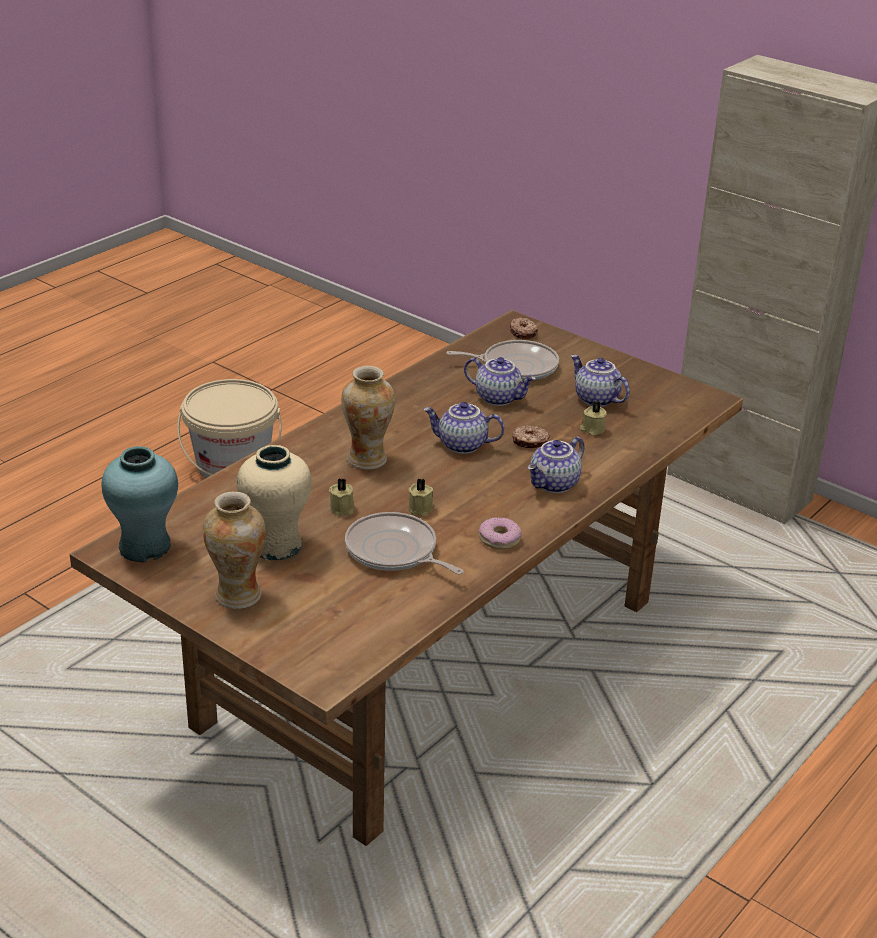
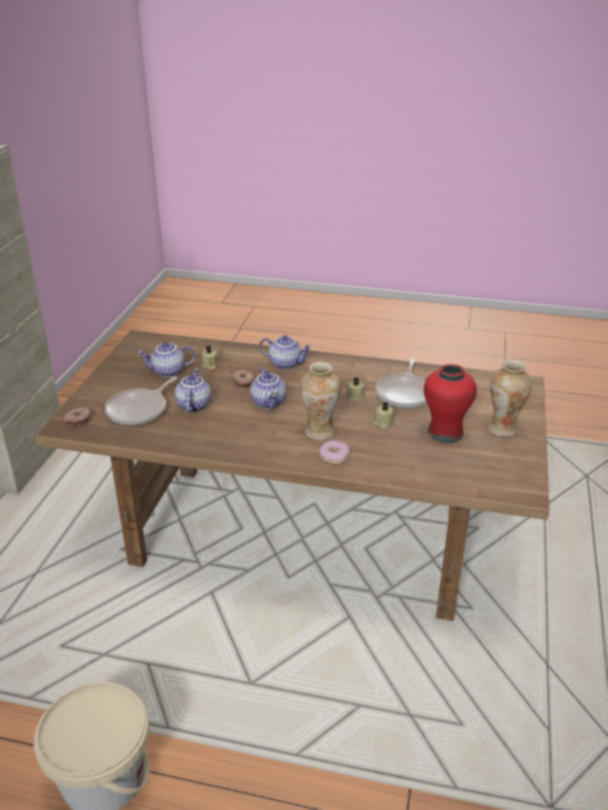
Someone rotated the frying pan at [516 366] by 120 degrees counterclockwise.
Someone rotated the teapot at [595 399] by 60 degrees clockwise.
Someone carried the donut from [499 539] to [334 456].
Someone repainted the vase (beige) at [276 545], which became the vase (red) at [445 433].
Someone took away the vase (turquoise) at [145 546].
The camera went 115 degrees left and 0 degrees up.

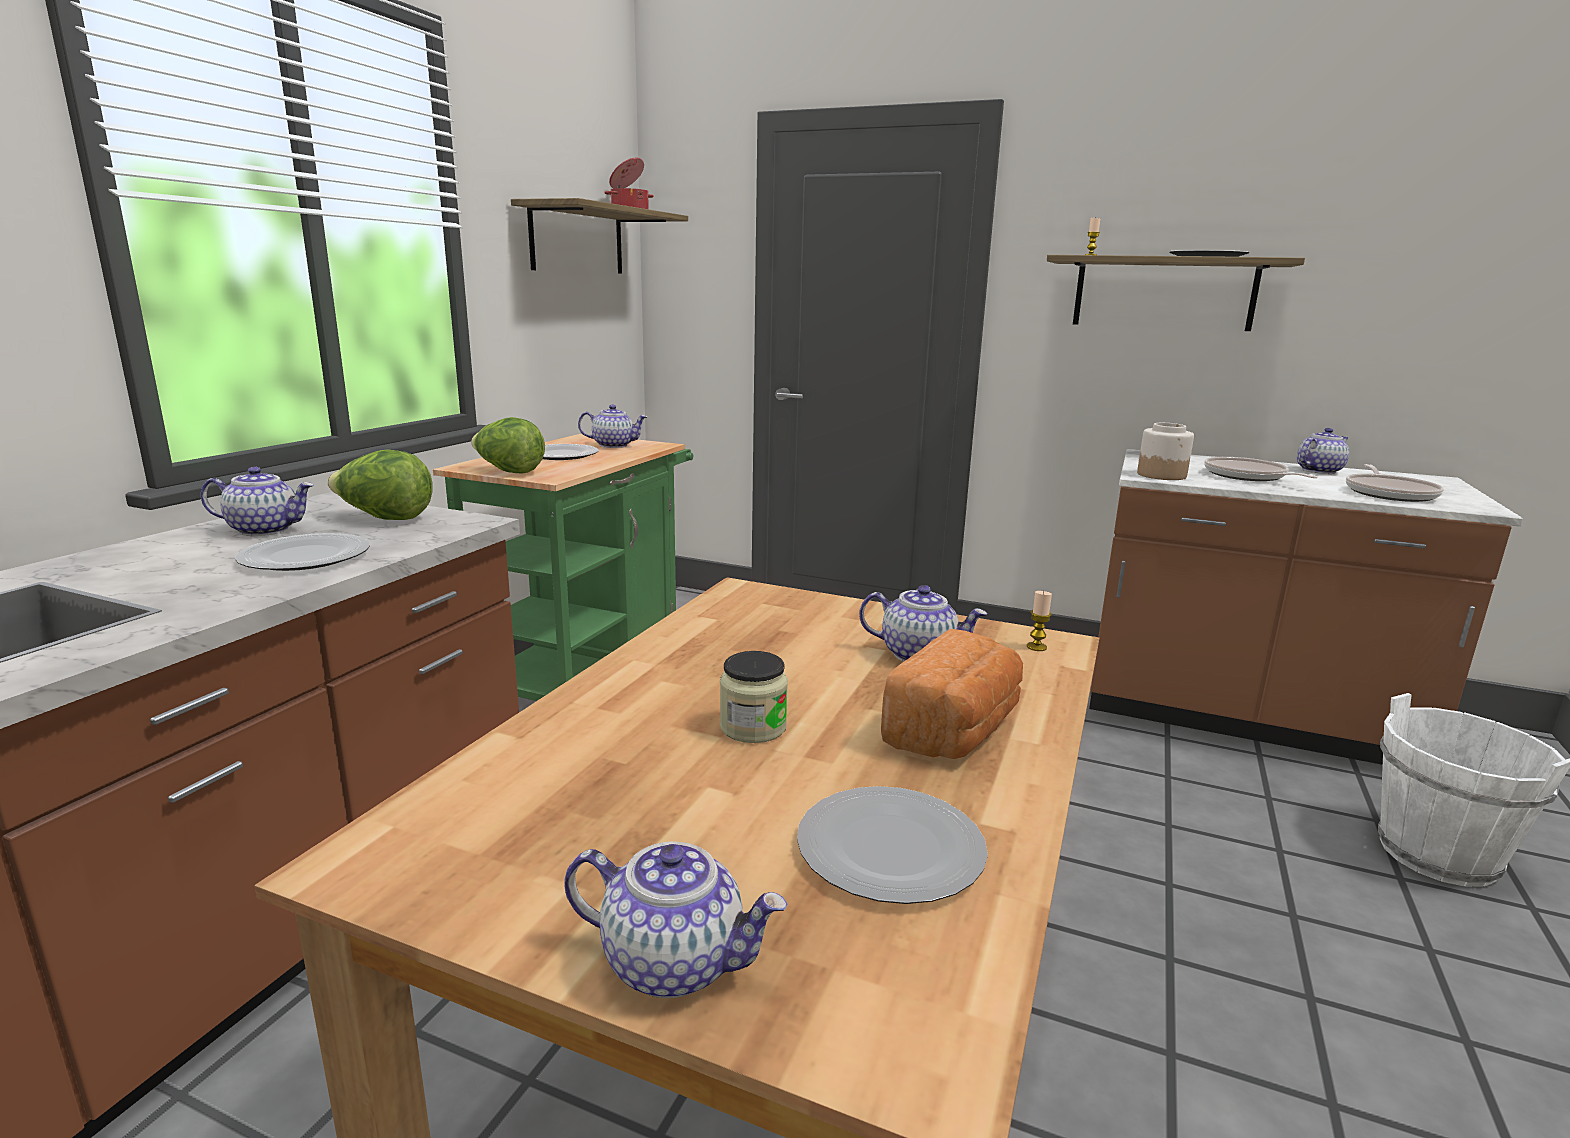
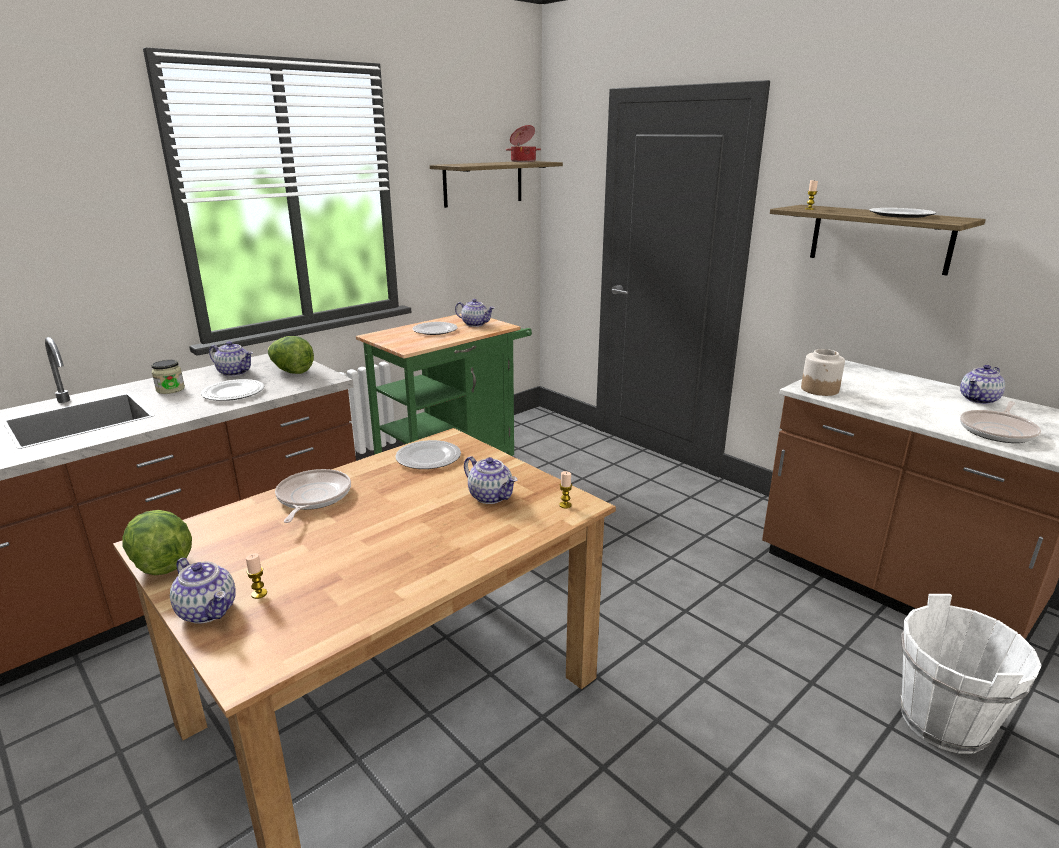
Someone carried the lettuce from [509 472] to [161 563].
Someone carried the jar from [753 727] to [170 389].
Someone put down the candle at [259 594].
Someone carried the frying pan from [1247 476] to [312 498].
Someone carried the plate from [890 847] to [429 457].
Someone rotated the teapot at [1318 471] by 150 degrees clockwise.
Someone took away the bread at [955 731].
The camera went 25 degrees right and 5 degrees up.

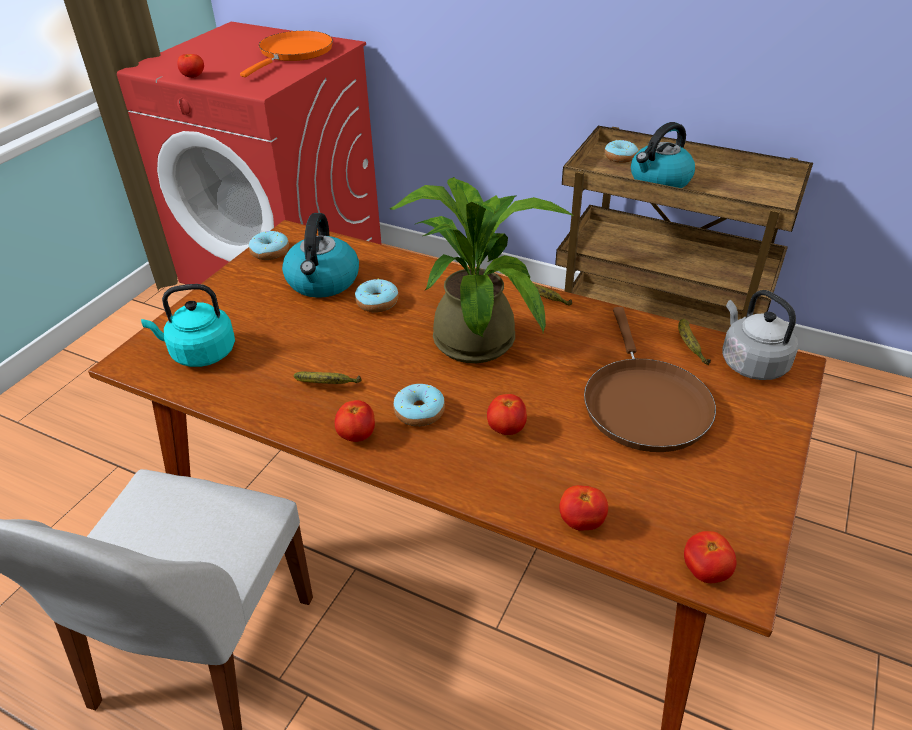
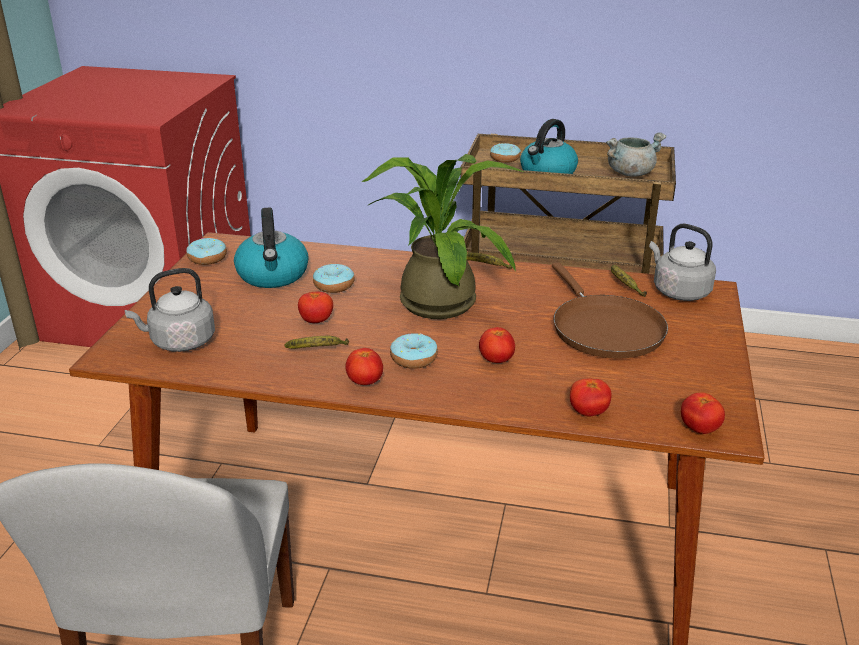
Someone repainted the kettle (turquoise) at [200 353], which became the kettle (grey) at [179 342].
Someone carried the tomato from [193 77] to [316 321].
Someone put down the cooking pot (grey) at [630 173].
Someone took away the frying pan (orange) at [293 53].
The camera went 15 degrees left and 10 degrees down.

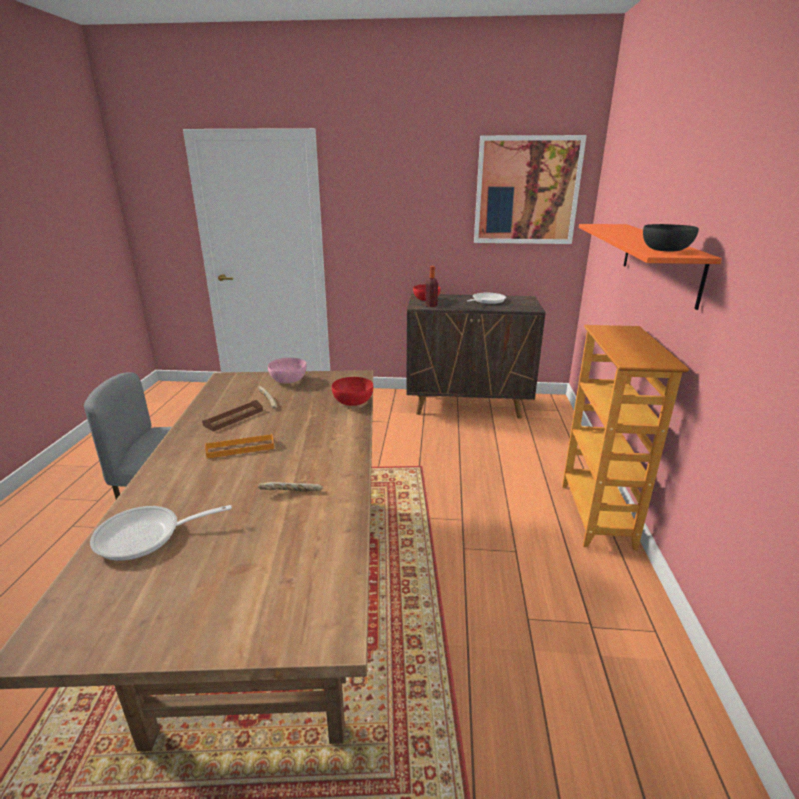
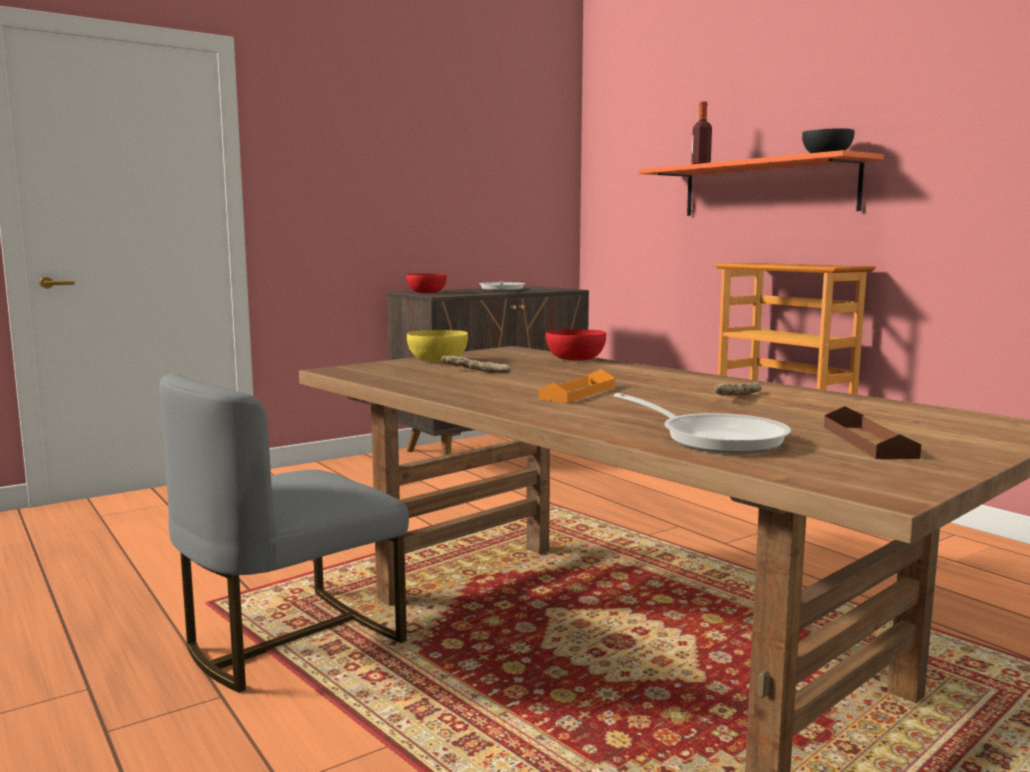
Someone repainted the bowl (pink) at [289 380], which became the bowl (yellow) at [437 360].
Someone rotated the frying pan at [146 536] by 75 degrees counterclockwise.
Someone carried the bottle from [431 306] to [700 164].
Someone carried the tray (brown) from [233 418] to [868 441].
Someone took away the picture at [526 191].
The camera went 40 degrees left and 15 degrees down.

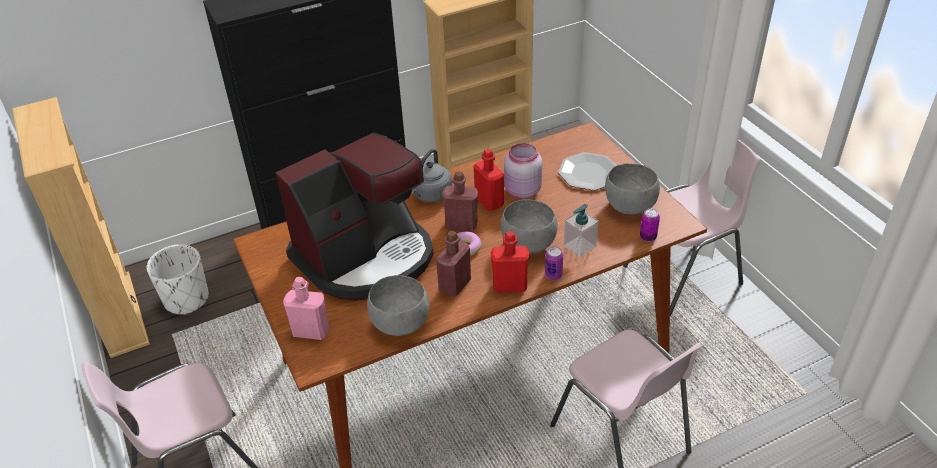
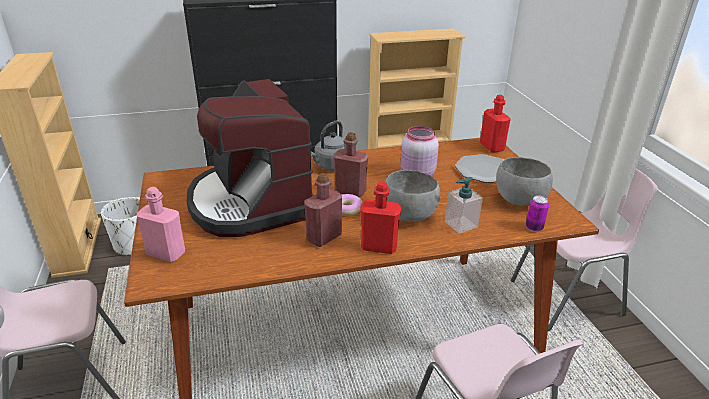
Someone rotated the coffee machine at [366 257] by 90 degrees clockwise.
Someone carried the bottle (red) from [489 202] to [492 147].
Someone took away the bowl (grey) at [399 323].
Someone took away the can at [553 275].
The camera went 10 degrees right and 10 degrees down.

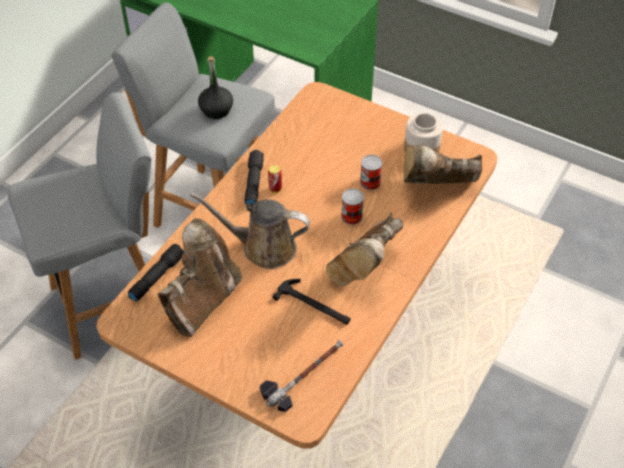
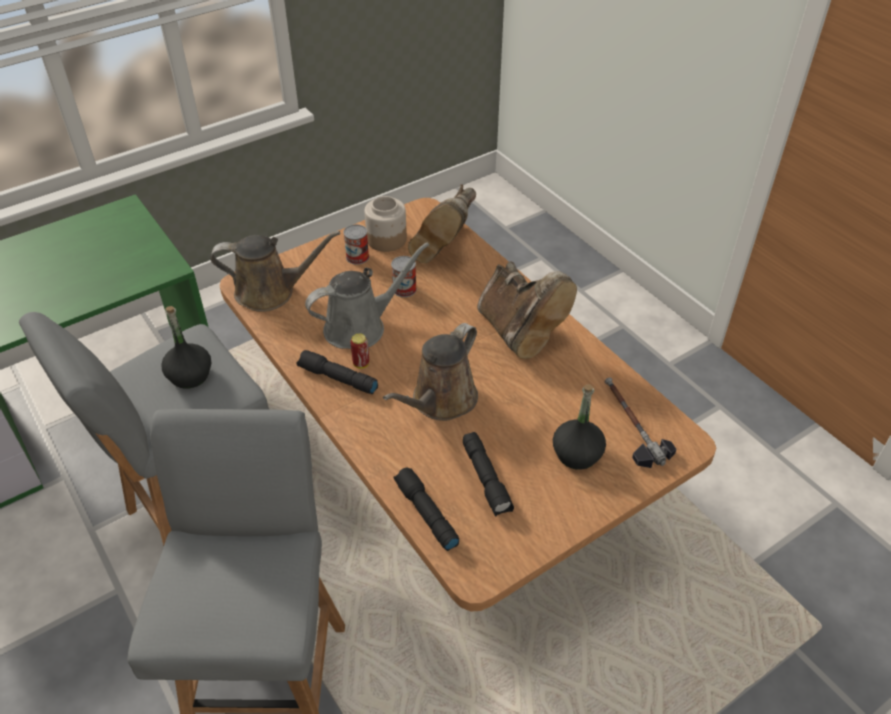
Someone put down the watering can (brown) at [271 292].
Someone put down the watering can (grey) at [360 327].
Someone carried the can from [351 216] to [357 257].
Someone swapped the boot (brown) at [203 300] for the flashlight (black) at [487 479].
Someone put down the bottle (black) at [576 454].
Someone took away the hammer at [314 305].
The camera went 65 degrees left and 5 degrees down.

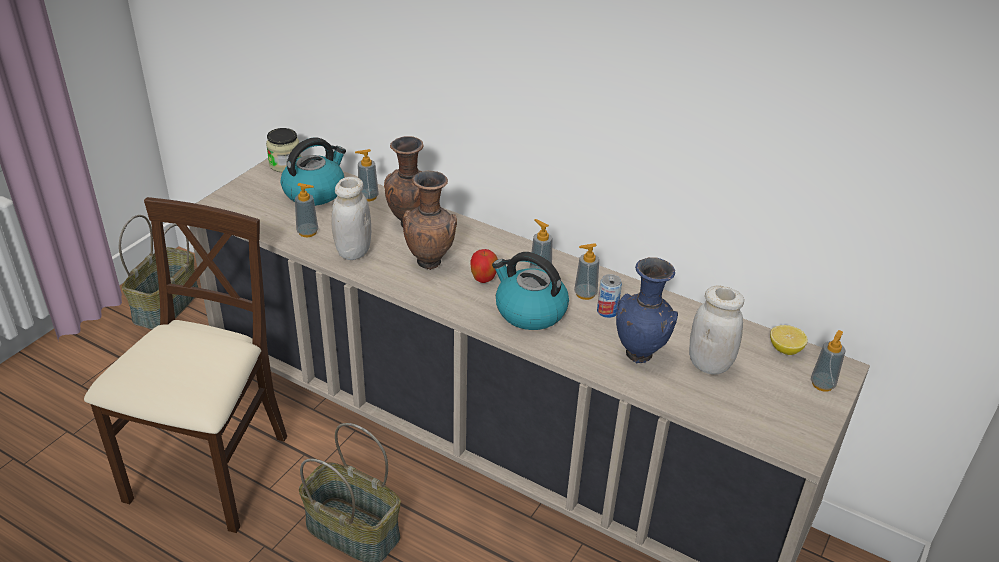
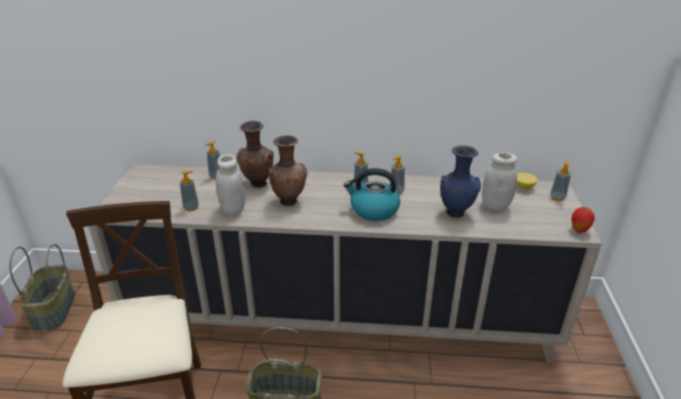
Someone carried the apple from [483 280] to [579 230].
Someone took away the jar at [285 164].
Someone took away the kettle at [315 191].
Someone took away the can at [607 311].
The camera went 25 degrees left and 5 degrees down.

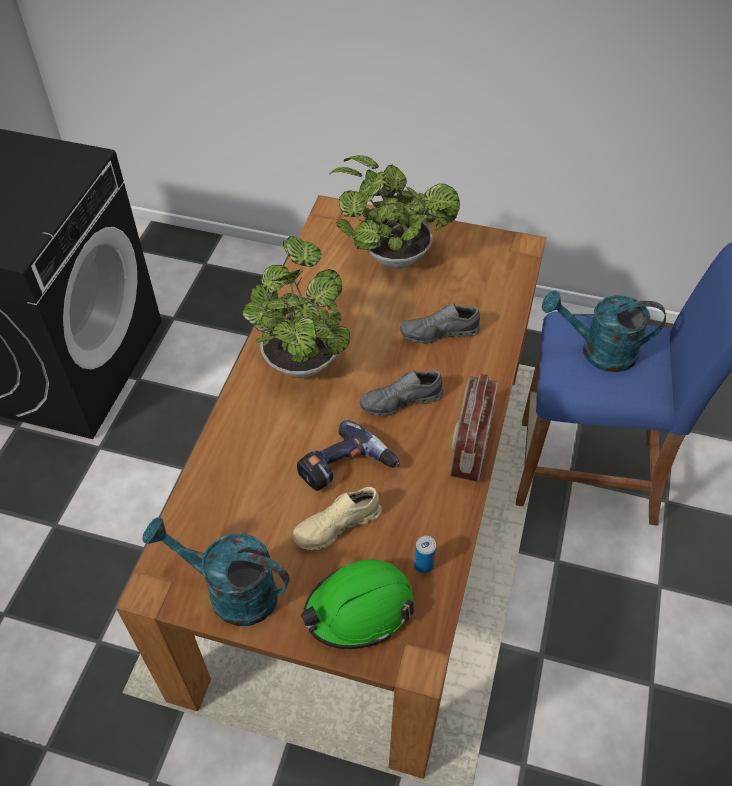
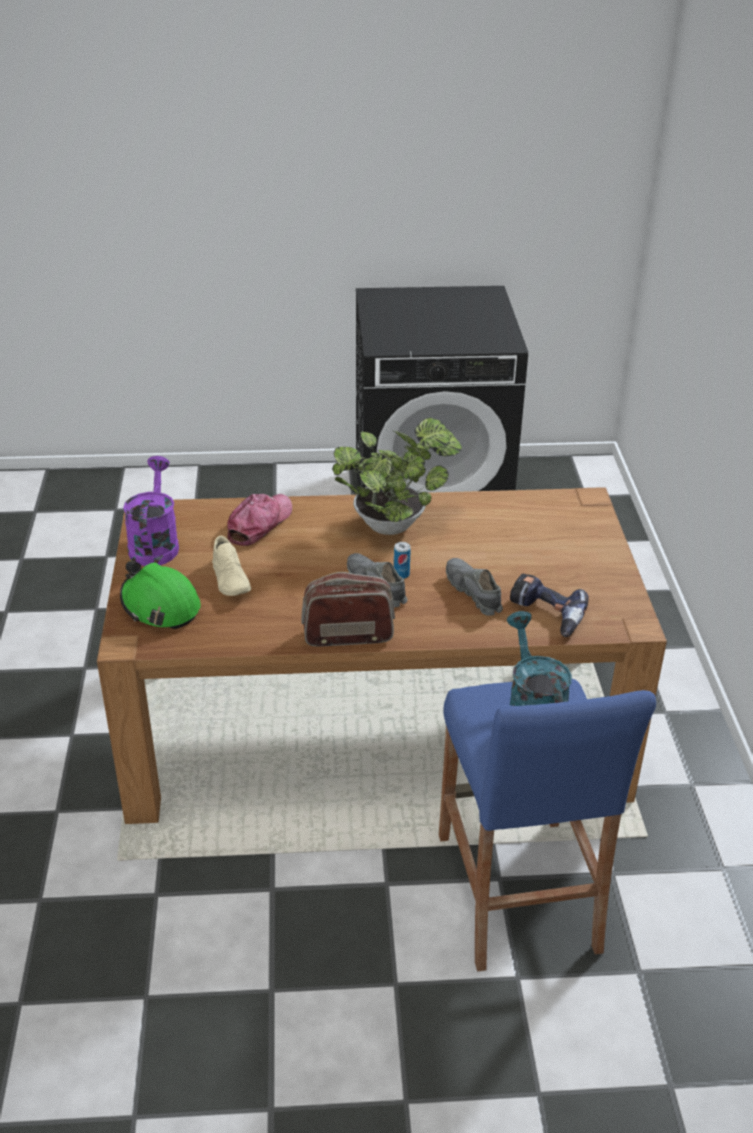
Someone repainted the watering can (turquoise) at [230 591], which became the watering can (purple) at [155 544].
Someone rotated the shoe (beige) at [337 526] by 150 degrees counterclockwise.
Someone put down the cap at [259 524].
Someone carried the can from [423 565] to [401 574].
Someone carried the power drill from [347 469] to [545 615].
Someone took away the potted plant at [390 255].
The camera went 70 degrees right and 15 degrees down.

